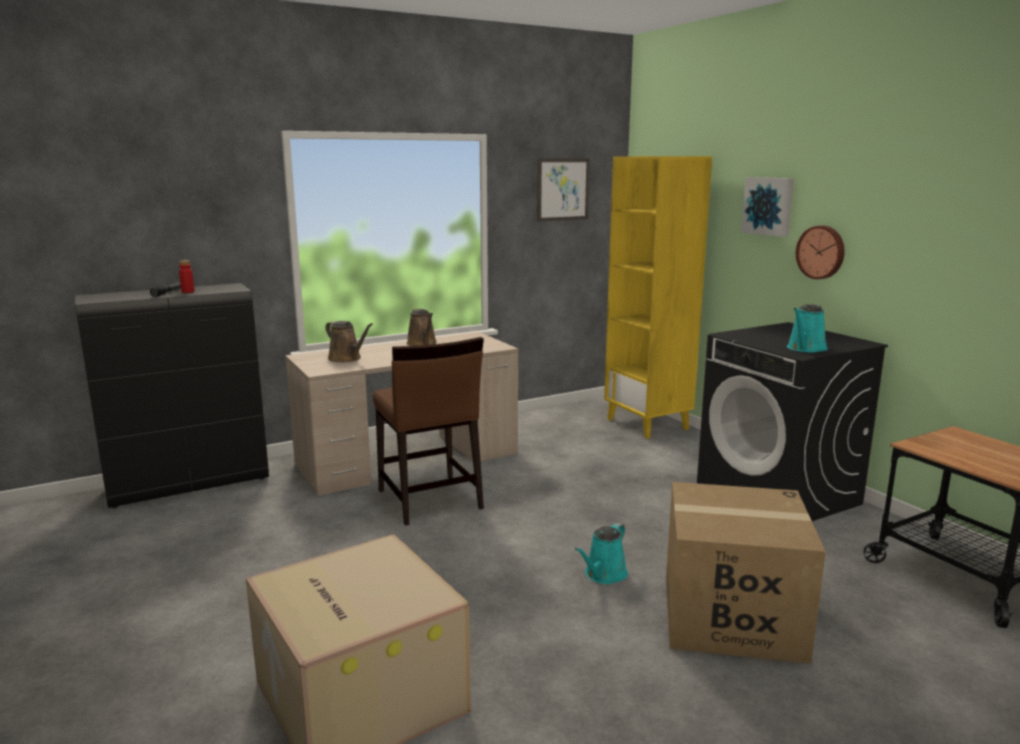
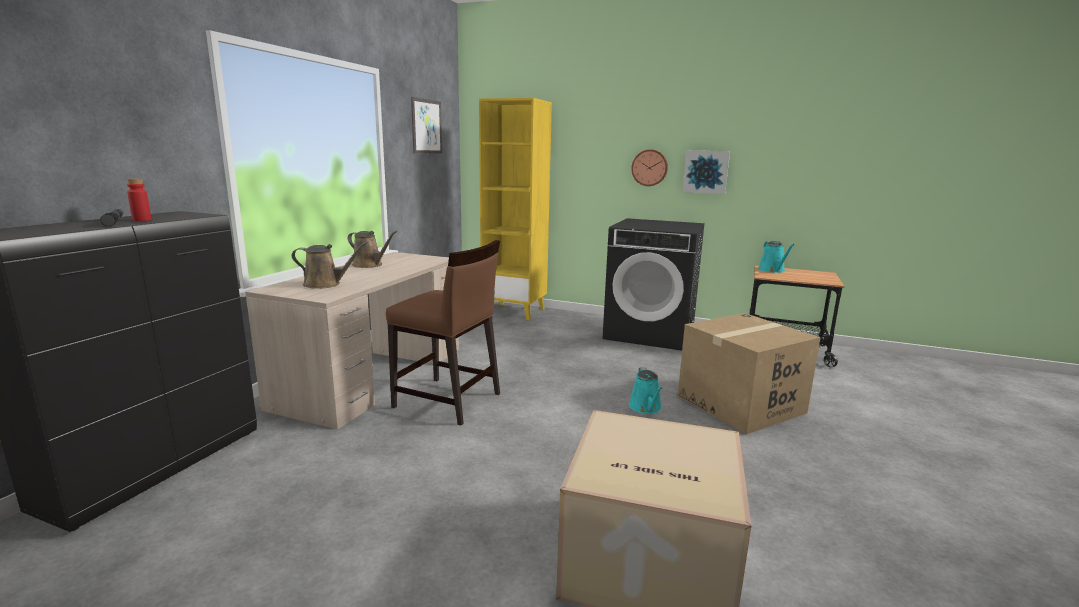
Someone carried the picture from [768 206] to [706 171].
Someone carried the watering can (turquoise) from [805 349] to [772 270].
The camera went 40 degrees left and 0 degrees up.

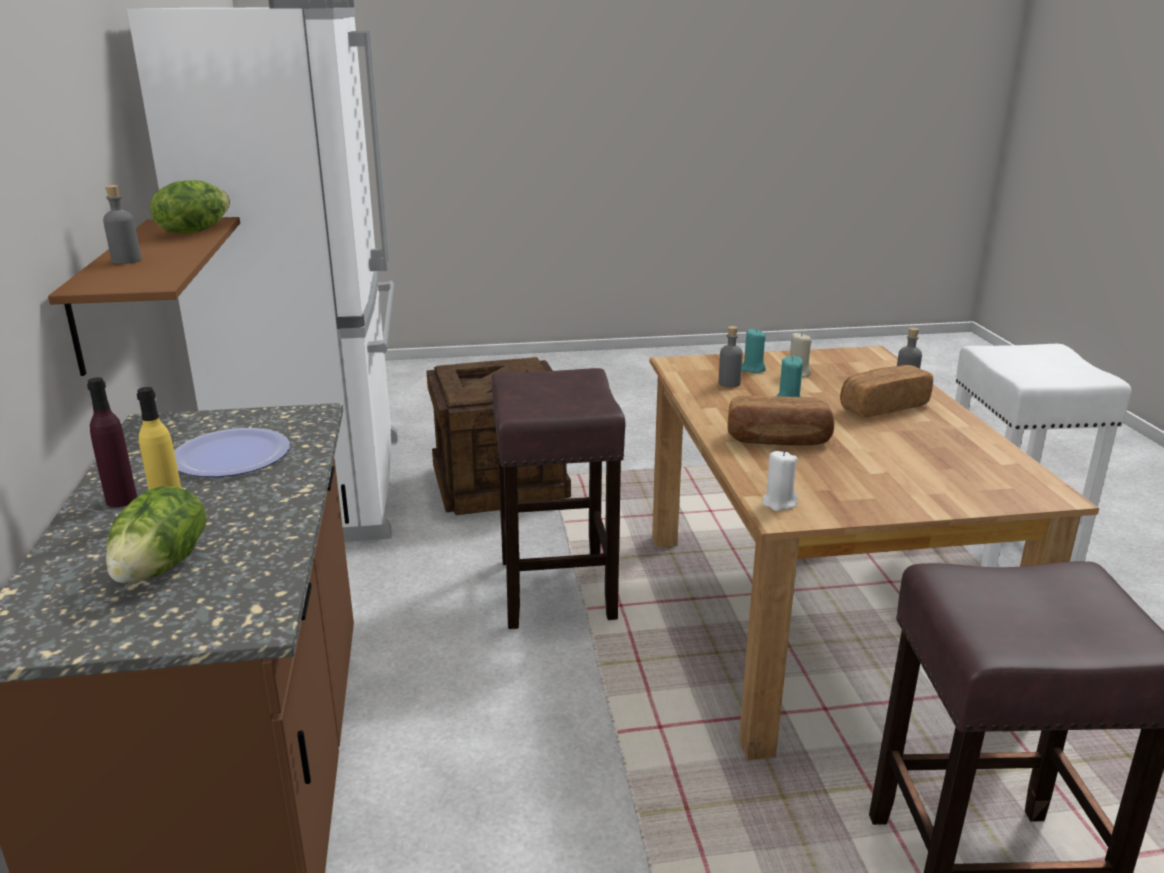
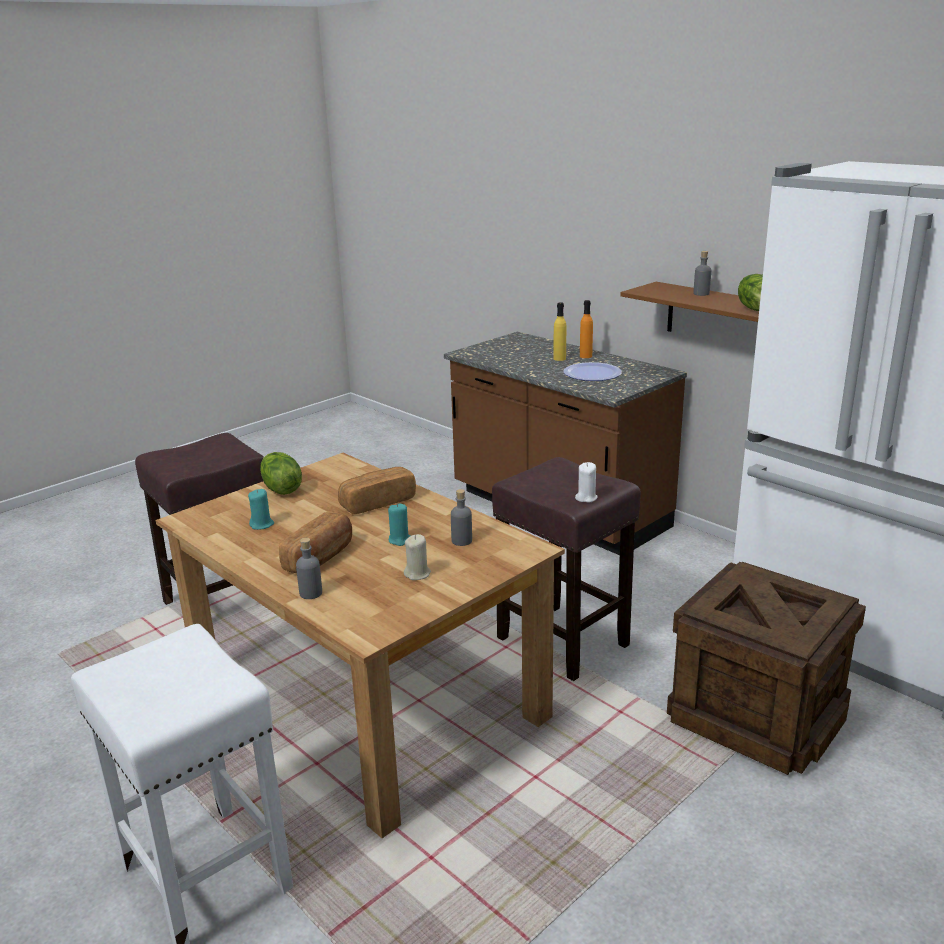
Someone carried the candle (turquoise) from [752 369] to [262 524].
Someone carried the lettuce from [163 566] to [280 489].
Someone carried the candle (white) from [779 503] to [586 498].
Someone repainted the bottle (purple) at [121 500], which became the bottle (orange) at [585 356].
The camera went 145 degrees right and 0 degrees up.

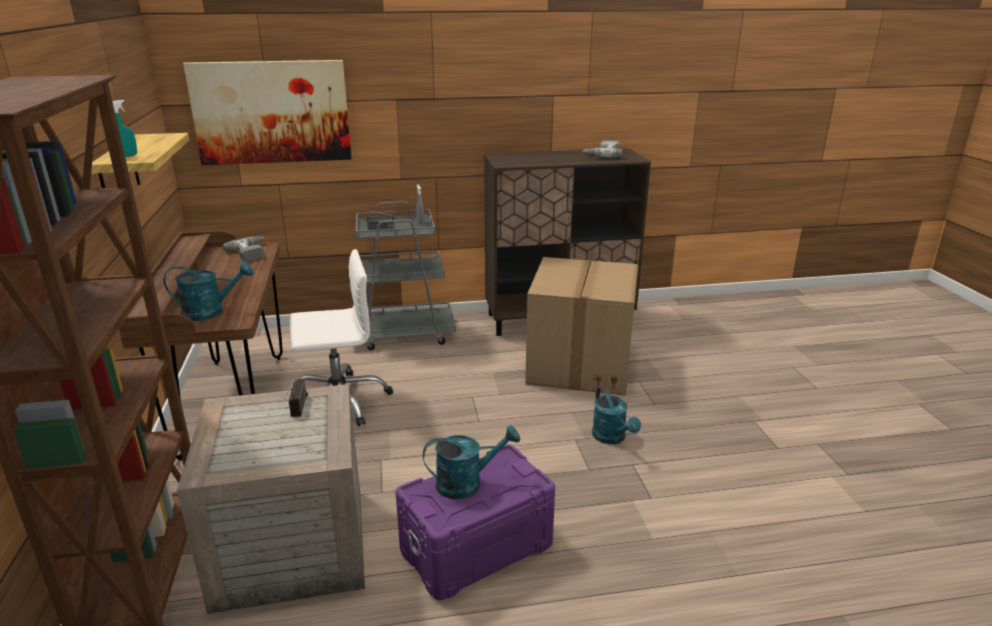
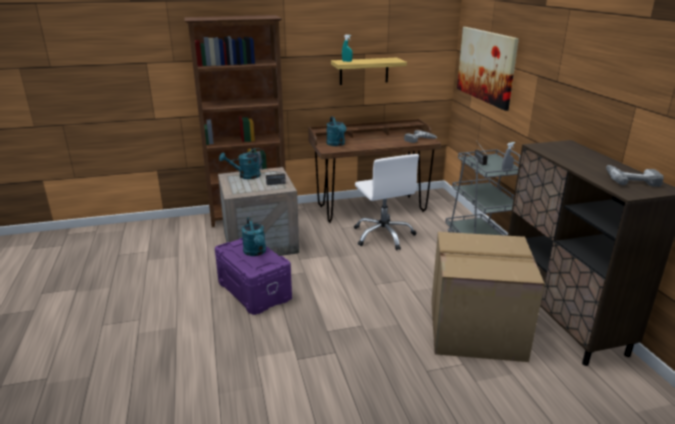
Someone carried the watering can (turquoise) from [612 438] to [246 176].
The camera went 85 degrees right and 0 degrees up.

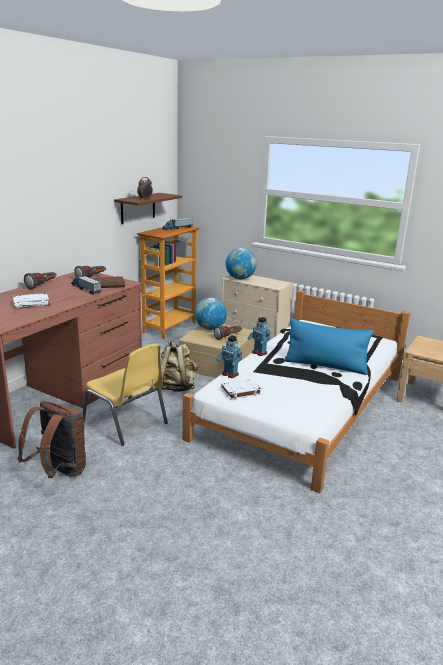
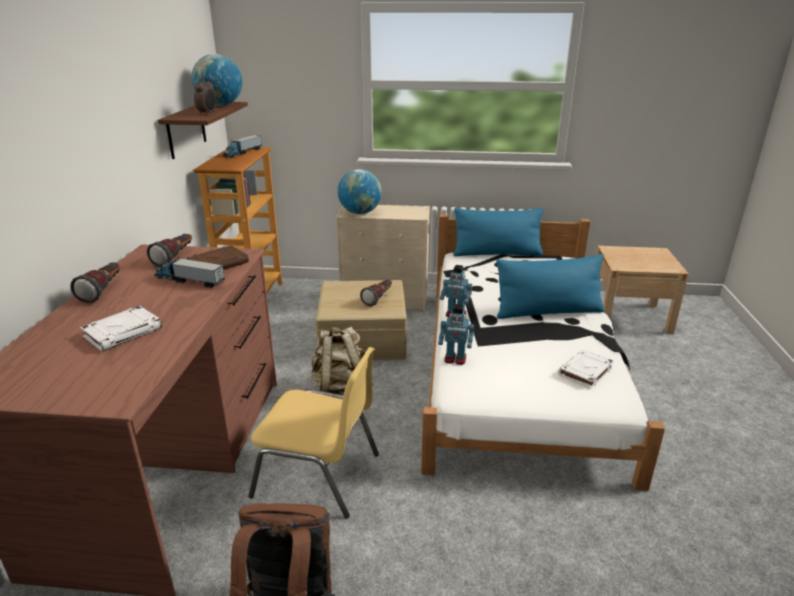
Someone carried the globe from [210 328] to [220 105].
Someone put down the pillow (blue) at [497 253].
Someone carried the book (white) from [240 391] to [585 372].
The camera went 25 degrees left and 5 degrees up.

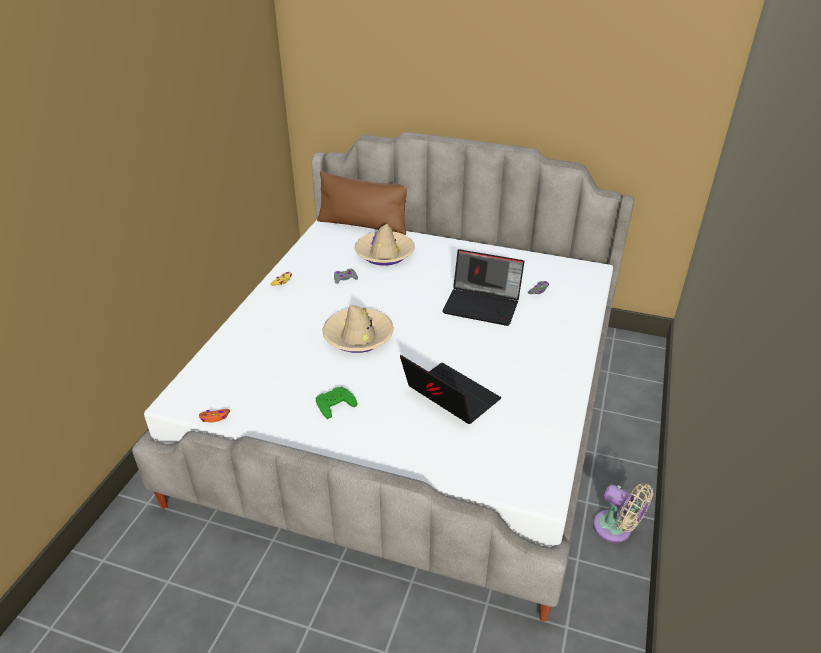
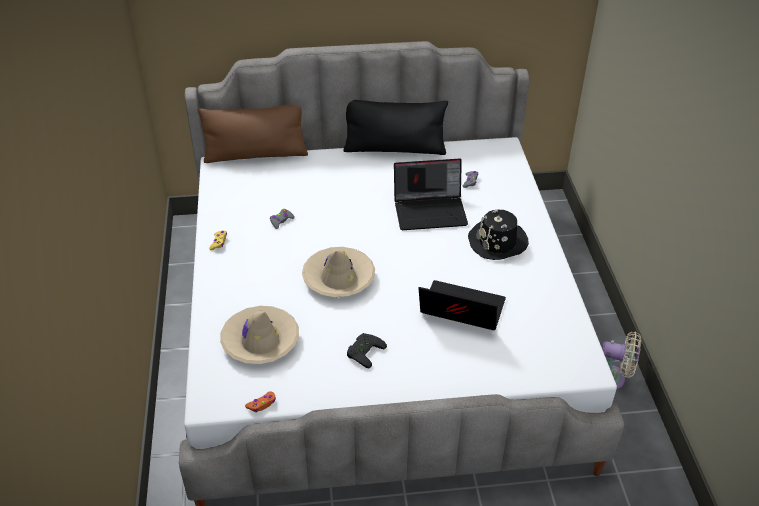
Someone carried the hat (beige) from [384 254] to [260 341].
Someone put down the pillow (black) at [394 149].
Someone repainted the game controller (green) at [334 403], which became the game controller (black) at [363 351].
Someone put down the hat (black) at [498 242].
The camera went 25 degrees left and 5 degrees up.

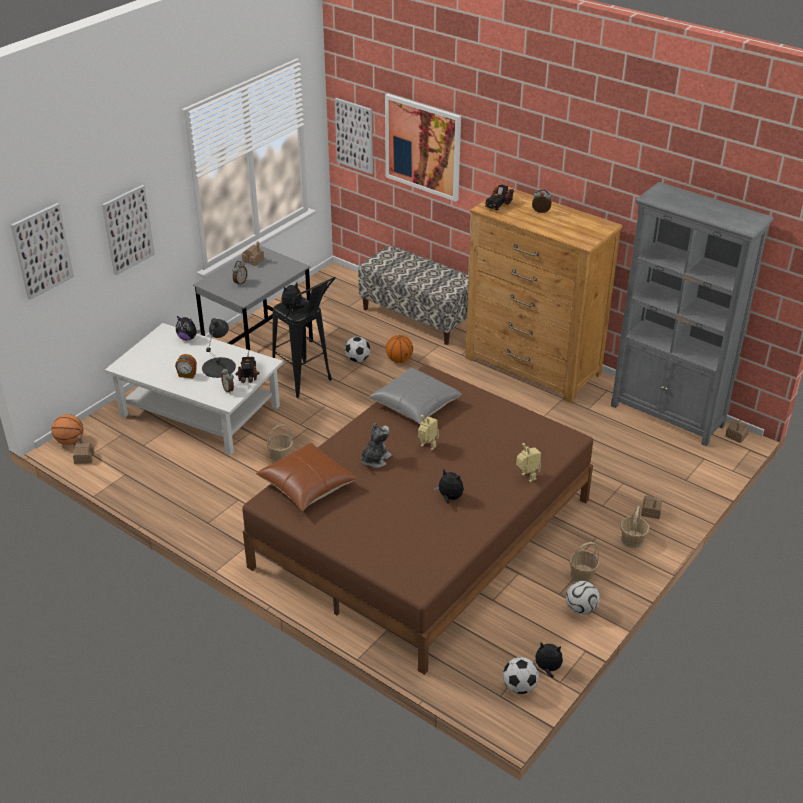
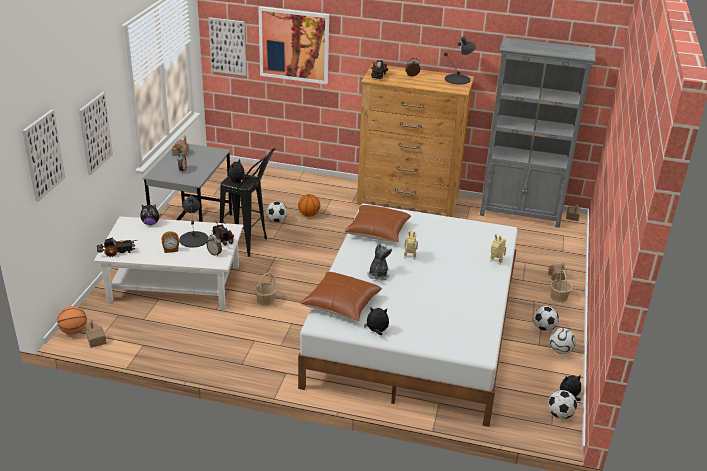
Someone put down the toy truck at [117 252].
Someone repainted the bed (brown) at [422 532], which became the bed (white) at [414 328].
Someone repainted the pillow (grey) at [415 405], which became the pillow (brown) at [378 231].
Someone carried the plush toy from [449 498] to [377 331].
Someone put down the table lamp (black) at [458 79].
Someone swapped the basket at [582 574] for the football at [543 328].
Someone took away the bench at [418 316].
The camera went 25 degrees left and 5 degrees down.

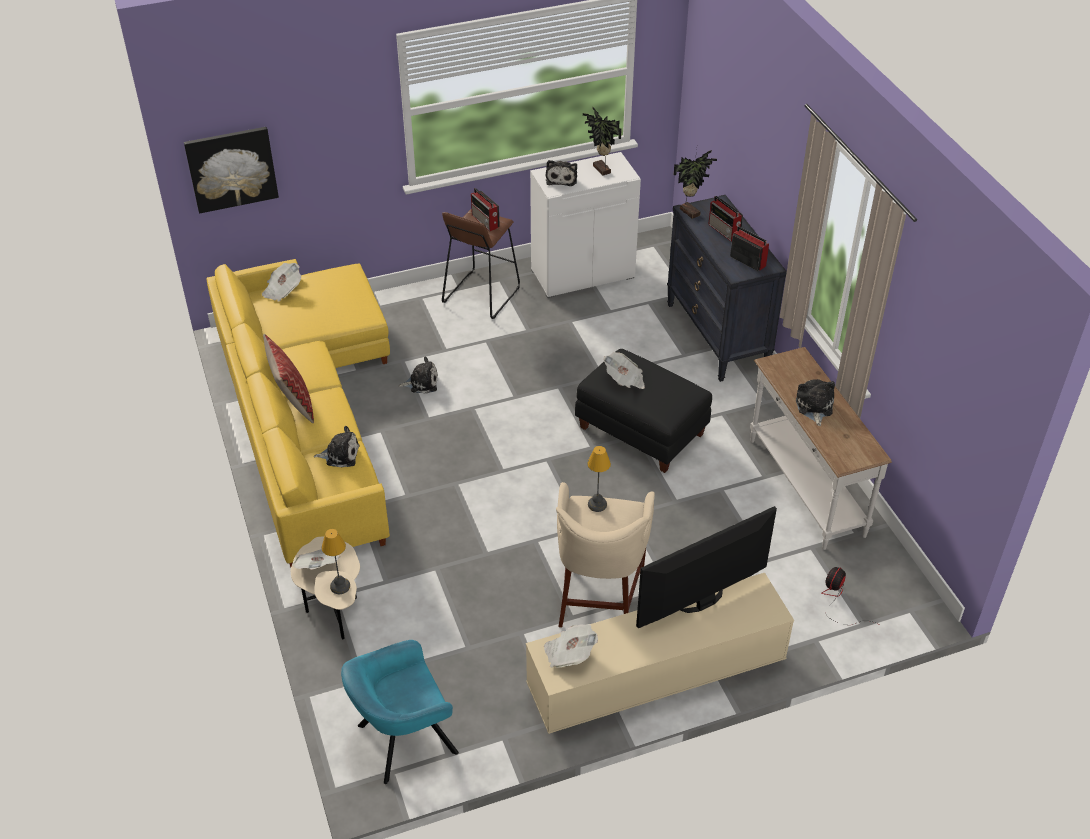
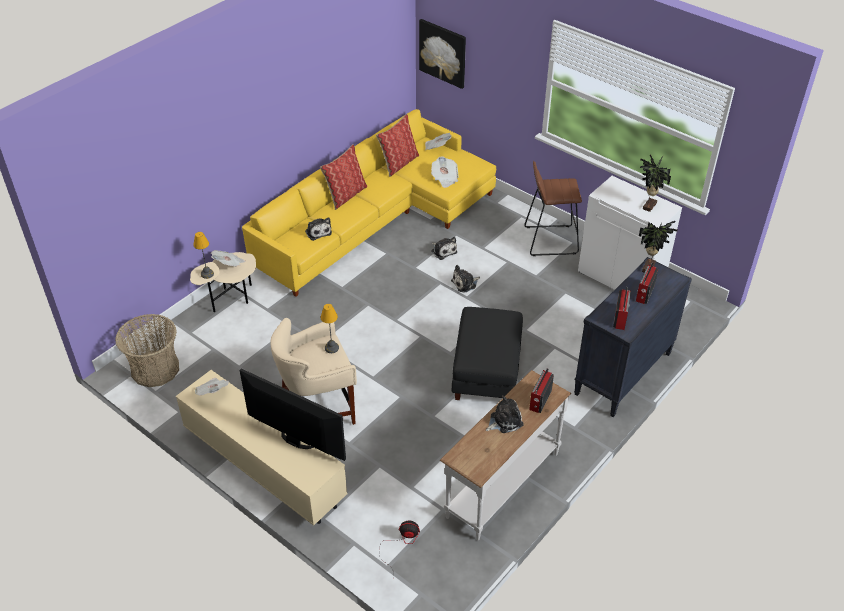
Someone swapped the armchair (turquoise) at [403 740] for the basket at [155 369].
Someone put down the pillow at [398 163].
Someone carried the newspaper from [624 380] to [444 178].
Someone carried the plush toy from [561 178] to [465 283].
Someone carried the radio from [485 221] to [539 400].
The camera went 60 degrees right and 0 degrees up.

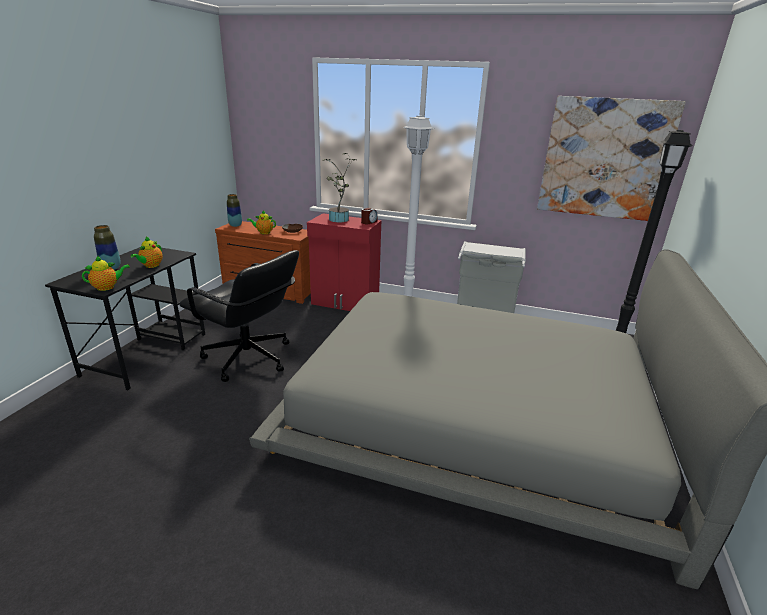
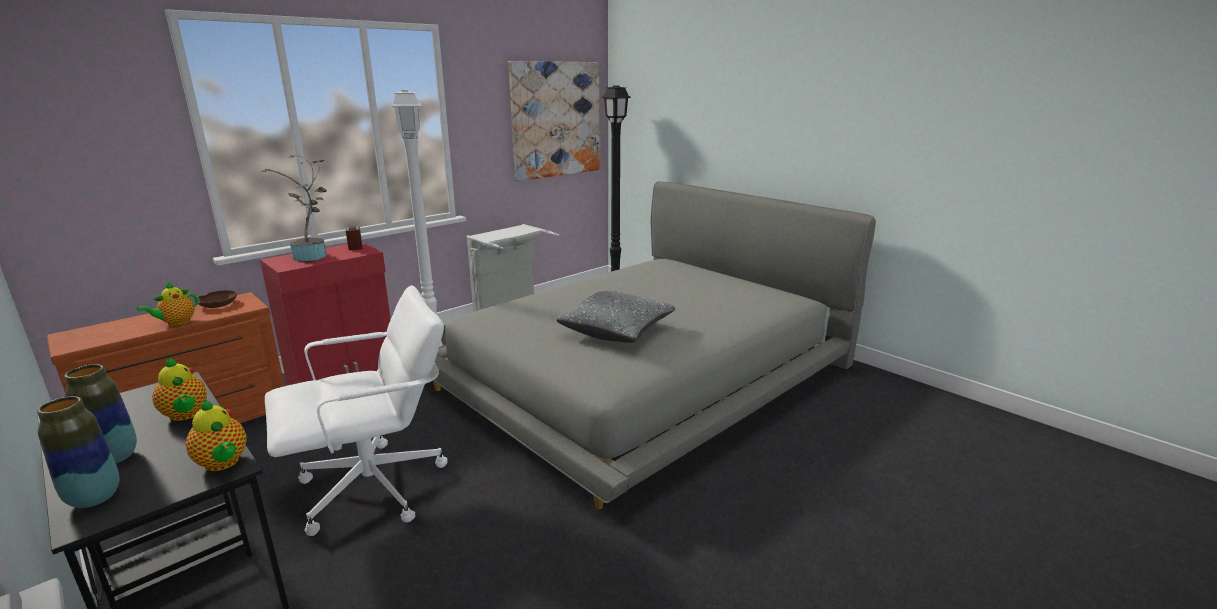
Someone carried the vase from [235 225] to [94 498].
Someone rotated the teapot at [107 287] by 135 degrees clockwise.
Someone repainted the office chair (black) at [248 358], which became the office chair (white) at [374 488].
Someone put down the pillow (grey) at [617 331].
The camera went 60 degrees left and 5 degrees down.

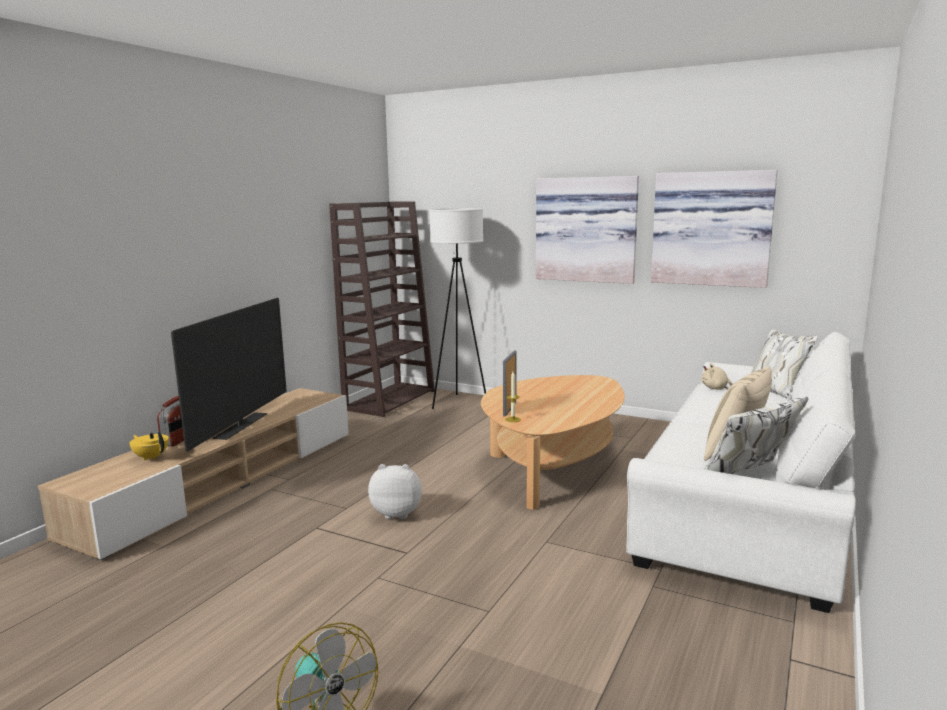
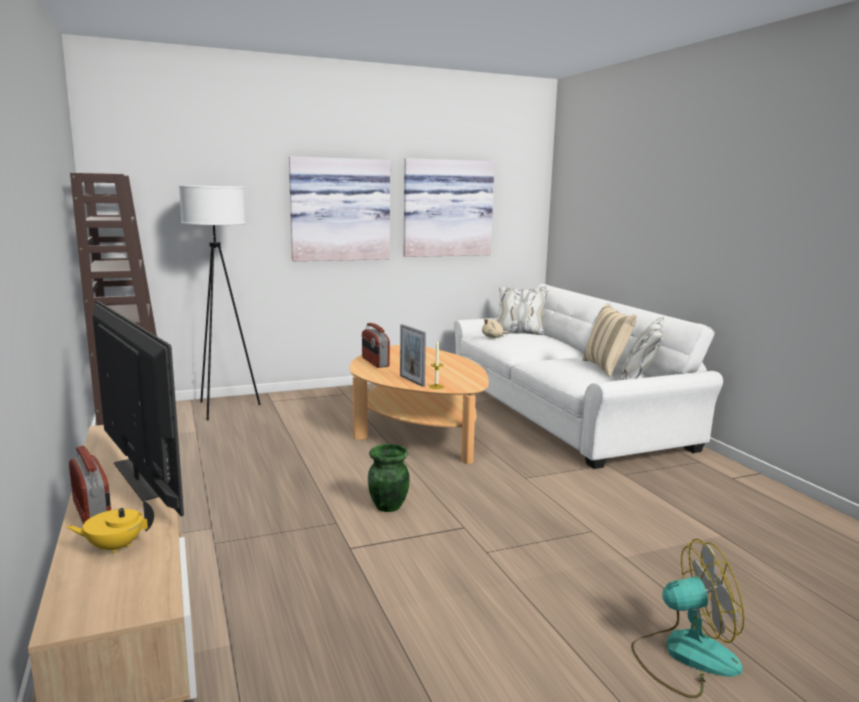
Someone put down the radio at [375 362].
Someone swapped the plush toy at [397 513] for the vase (green) at [388 506].
The camera went 50 degrees left and 0 degrees up.

